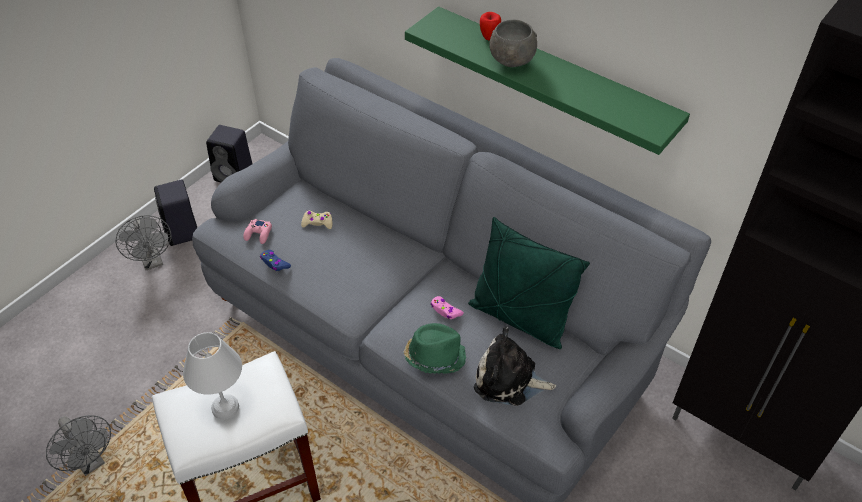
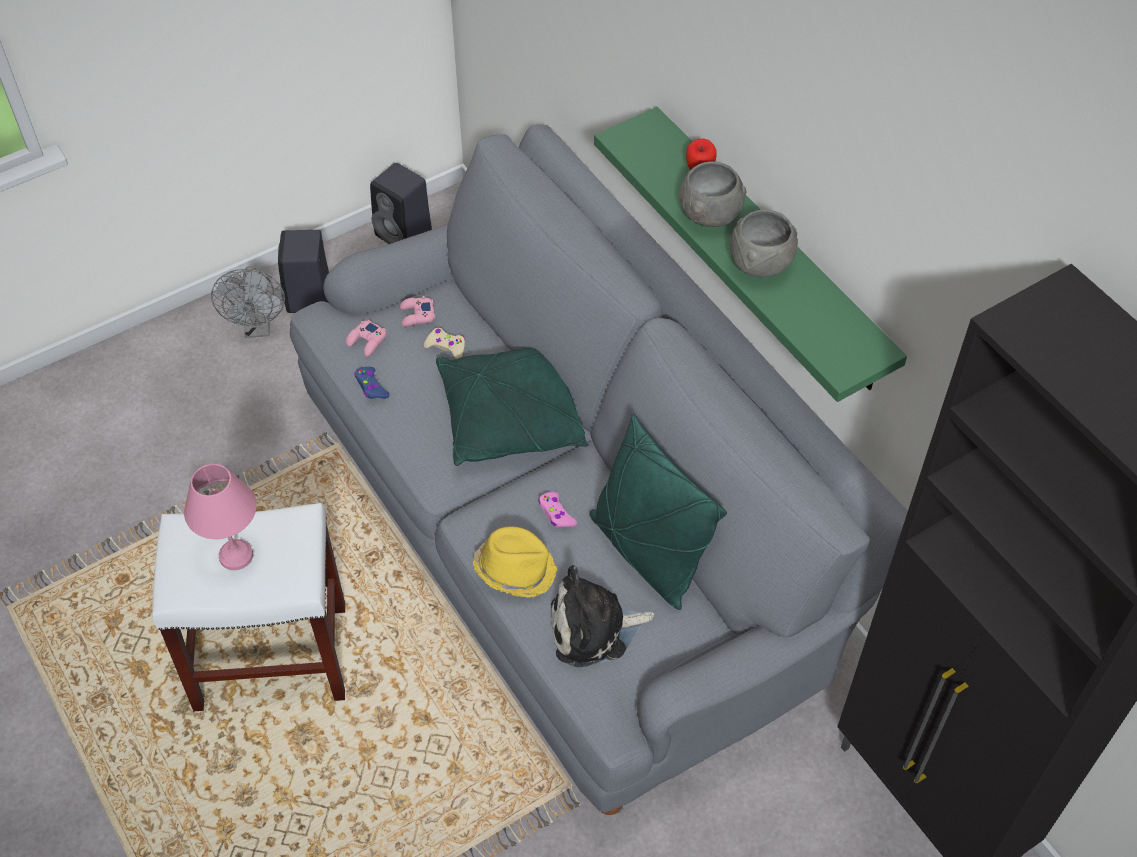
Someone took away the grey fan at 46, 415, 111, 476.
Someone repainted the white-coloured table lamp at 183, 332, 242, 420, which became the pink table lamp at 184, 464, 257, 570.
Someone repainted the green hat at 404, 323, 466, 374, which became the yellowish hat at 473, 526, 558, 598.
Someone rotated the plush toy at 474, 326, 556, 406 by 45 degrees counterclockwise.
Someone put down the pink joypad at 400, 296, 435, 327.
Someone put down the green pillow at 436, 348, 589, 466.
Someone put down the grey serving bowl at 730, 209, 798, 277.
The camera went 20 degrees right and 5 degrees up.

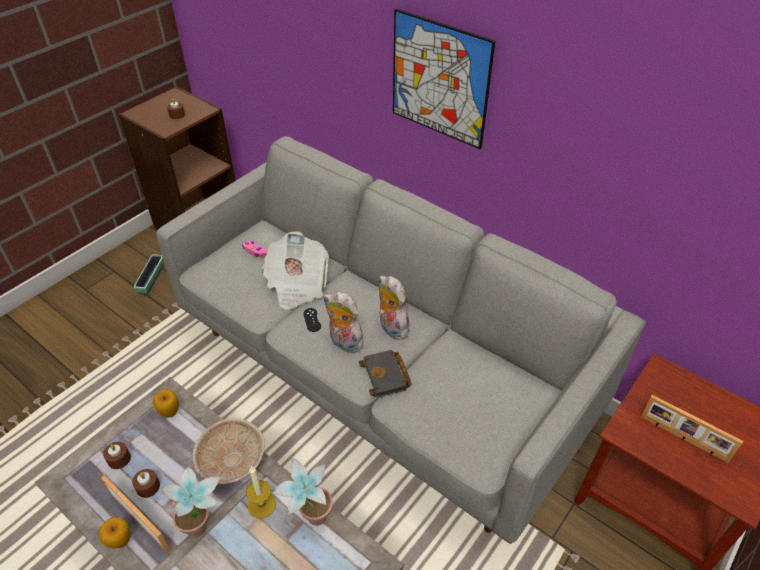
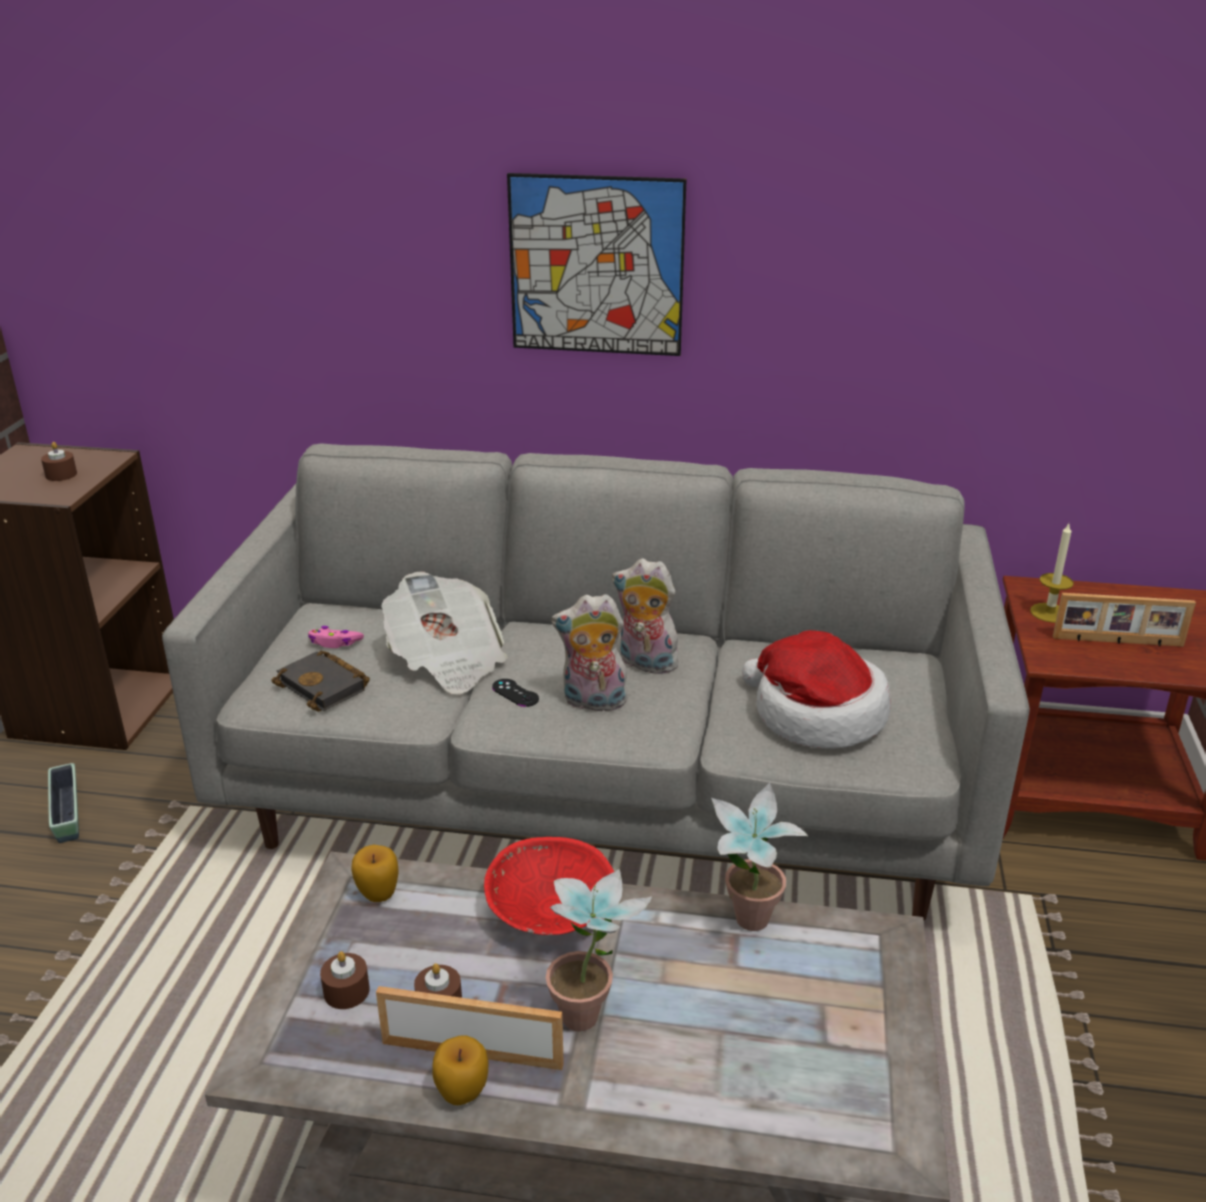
Someone repainted the beige-coloured serving bowl at 192, 418, 265, 484, which became the red serving bowl at 484, 837, 614, 935.
Someone carried the wax light from 246, 466, 276, 518 to 1030, 524, 1073, 623.
Someone carried the blackish bound book from 359, 350, 412, 398 to 272, 651, 370, 712.
Someone put down the hat at 742, 630, 891, 749.
The camera went 30 degrees left and 15 degrees down.

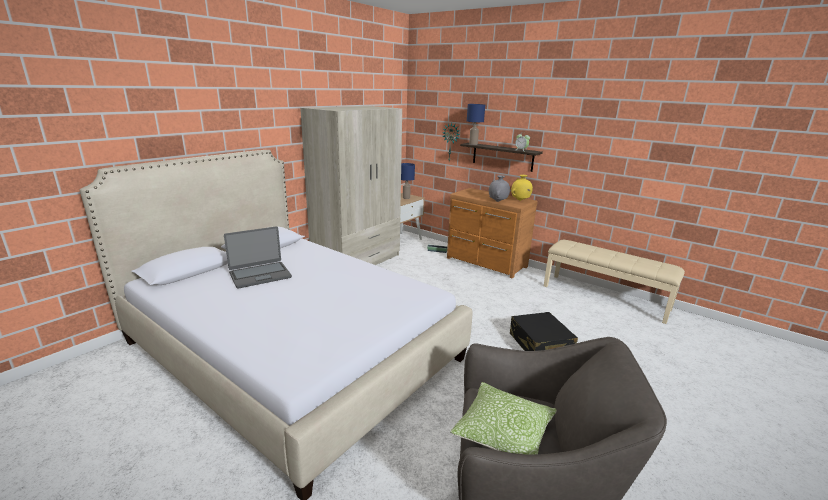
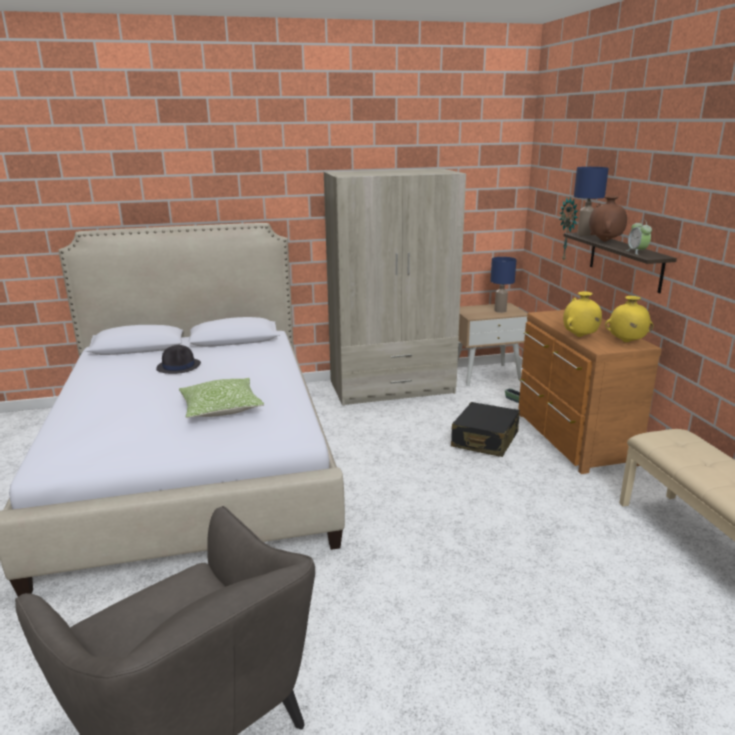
Someone swapped the laptop at 224, 226, 292, 289 for the blackish hat at 156, 345, 201, 374.
Someone carried the pillow from 450, 382, 557, 454 to 179, 378, 264, 418.
Someone repainted the grey flower vase at 489, 175, 510, 202, which became the yellowish flower vase at 563, 292, 602, 337.
Someone carried the blackish piece of luggage from 510, 312, 578, 351 to 451, 402, 520, 457.
Someone put down the brown flower vase at 589, 196, 627, 242.
The camera went 40 degrees right and 0 degrees up.

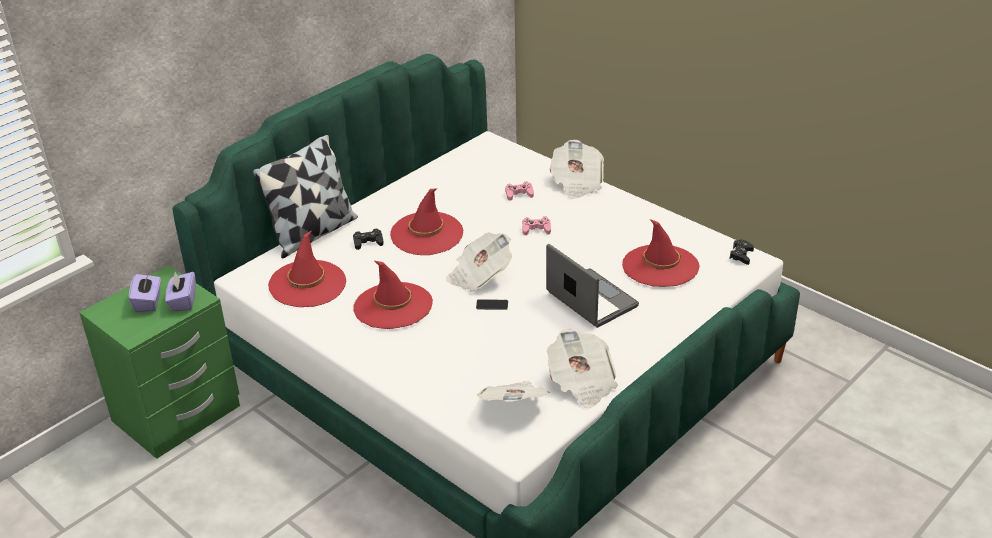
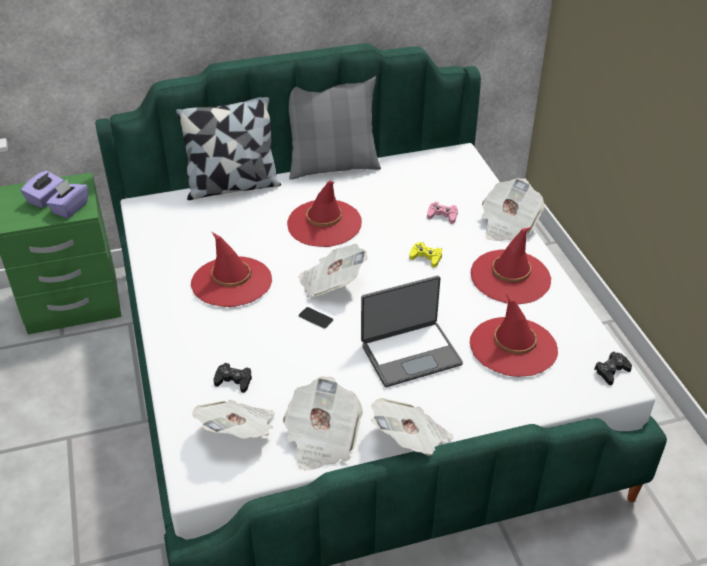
Someone carried the red hat from 268, 230, 346, 307 to 471, 227, 551, 304.
Someone carried the blackish joypad from 353, 229, 384, 250 to 214, 363, 252, 393.
Someone repainted the pink joypad at 522, 217, 551, 235, which became the yellowish joypad at 409, 242, 442, 268.
Someone rotated the laptop at 546, 244, 639, 328 by 75 degrees clockwise.
Someone put down the grey pillow at 289, 76, 381, 180.
Someone put down the daily paper at 371, 398, 453, 455.
The camera went 30 degrees right and 5 degrees up.

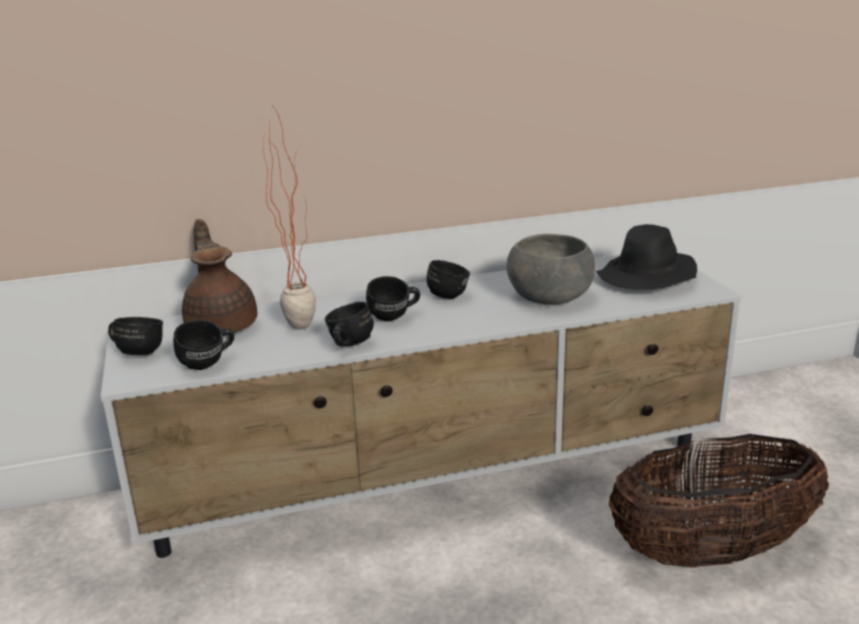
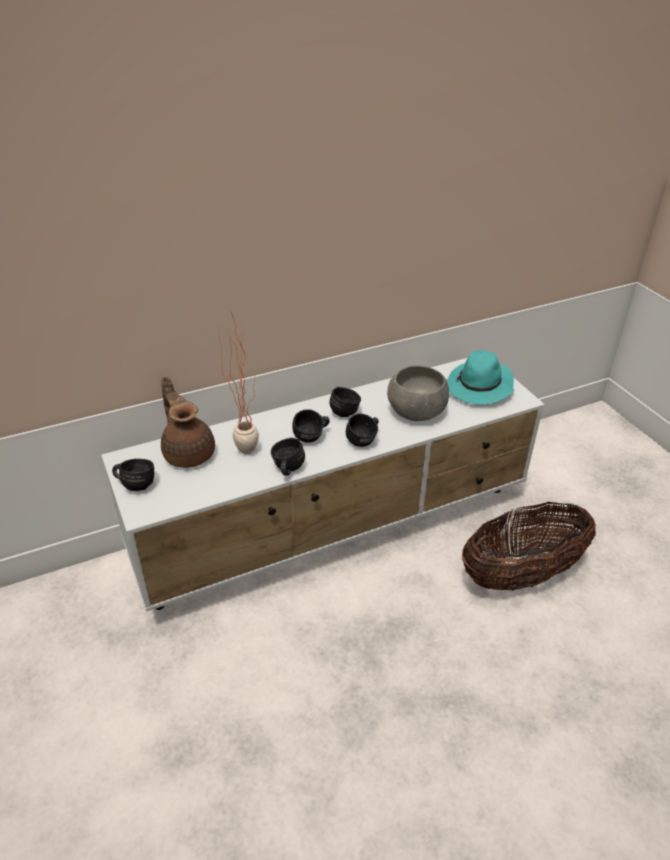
Someone carried the blackish coffee mug from 173, 320, 234, 370 to 346, 413, 379, 447.
Someone repainted the blackish hat at 596, 224, 697, 290, which became the blue-green hat at 447, 350, 514, 405.
The camera went 10 degrees left and 15 degrees up.

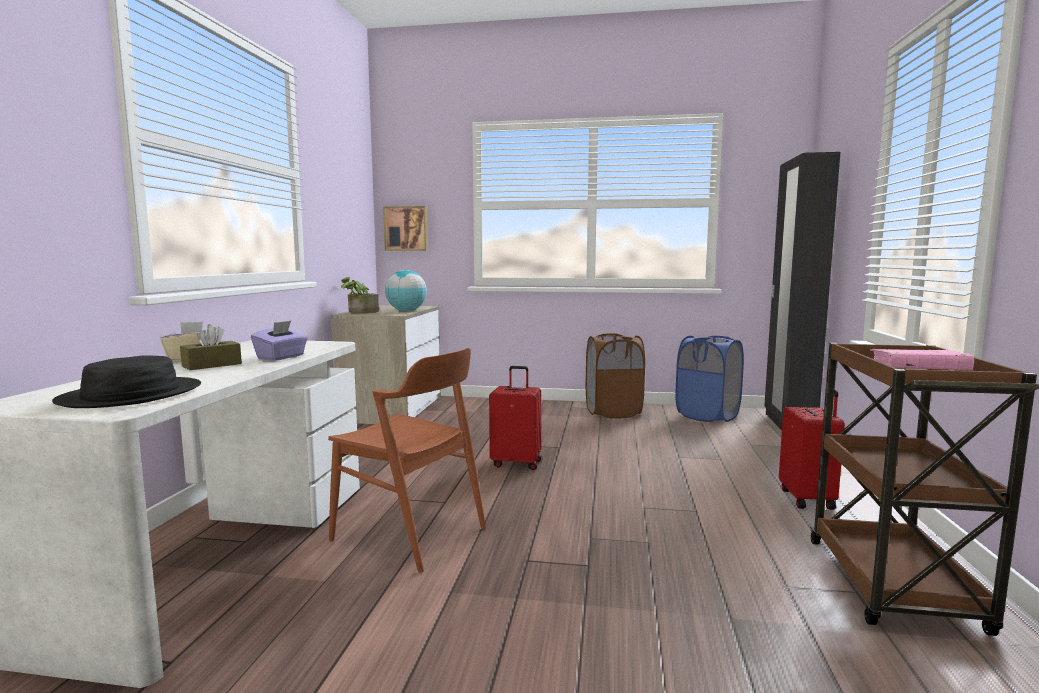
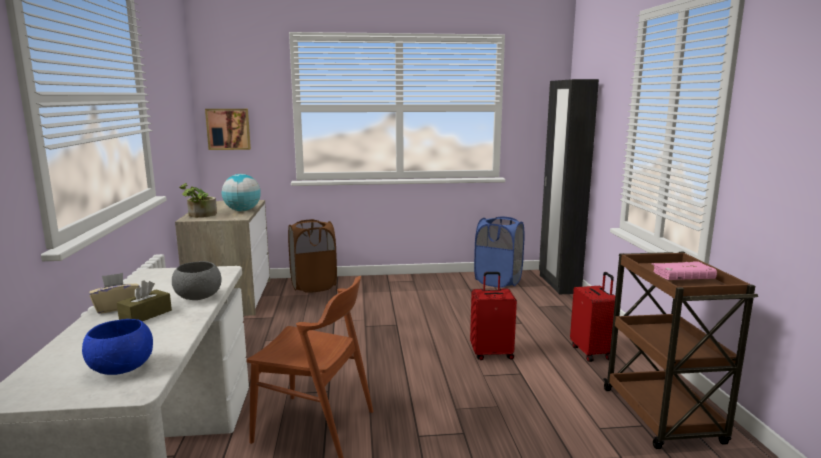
Someone swapped the blackish hat at 52, 355, 201, 408 for the blue-coloured serving bowl at 82, 319, 153, 375.
Someone swapped the purplish tissue box at 251, 321, 308, 361 for the grey serving bowl at 172, 261, 221, 300.
Someone carried the red piece of luggage from 489, 366, 541, 470 to 470, 272, 517, 360.
Someone carried the brown laundry basket from 586, 333, 645, 419 to 288, 219, 337, 293.
The camera went 15 degrees left and 5 degrees up.

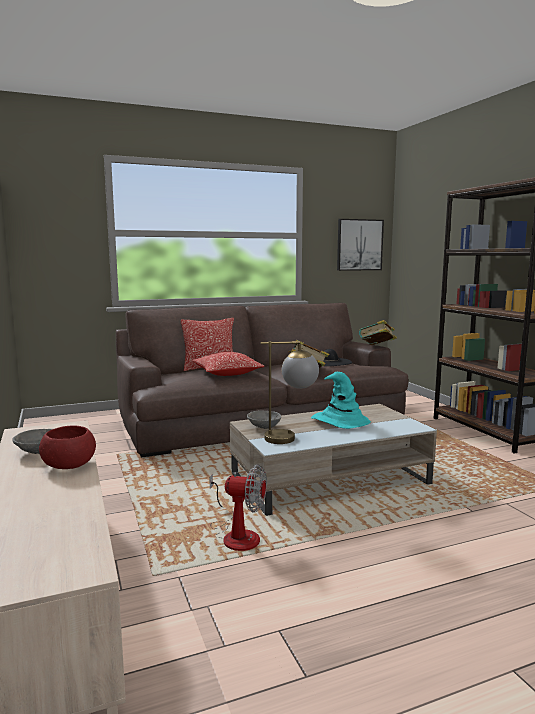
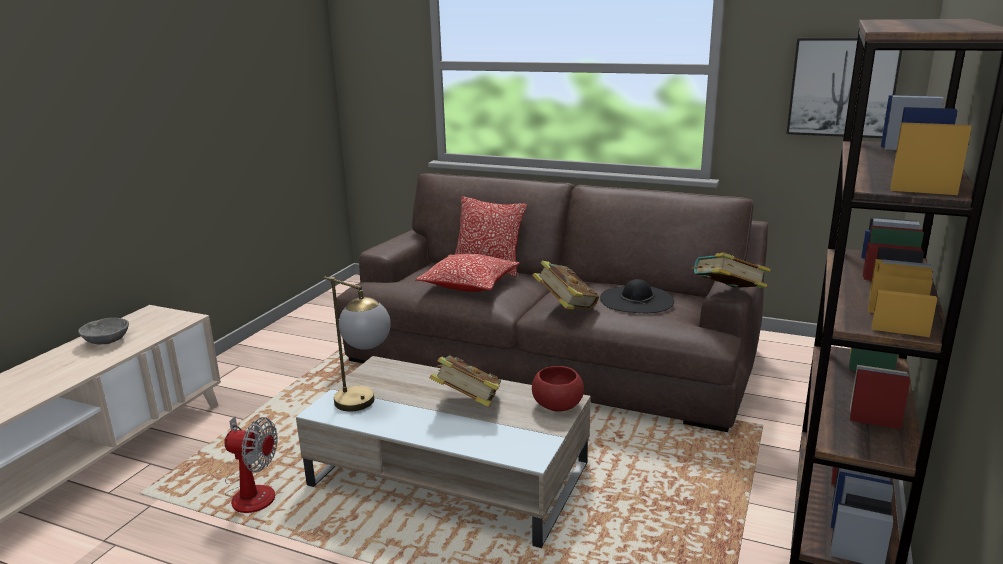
Someone carried the red serving bowl from 39, 425, 96, 469 to 532, 366, 584, 412.
Someone rotated the fan at 210, 464, 267, 551 by 45 degrees counterclockwise.
Someone took away the grey serving bowl at 247, 410, 281, 429.
Someone swapped the blue-green hat at 311, 372, 371, 429 for the bound book at 430, 355, 501, 407.
The camera went 45 degrees right and 10 degrees up.

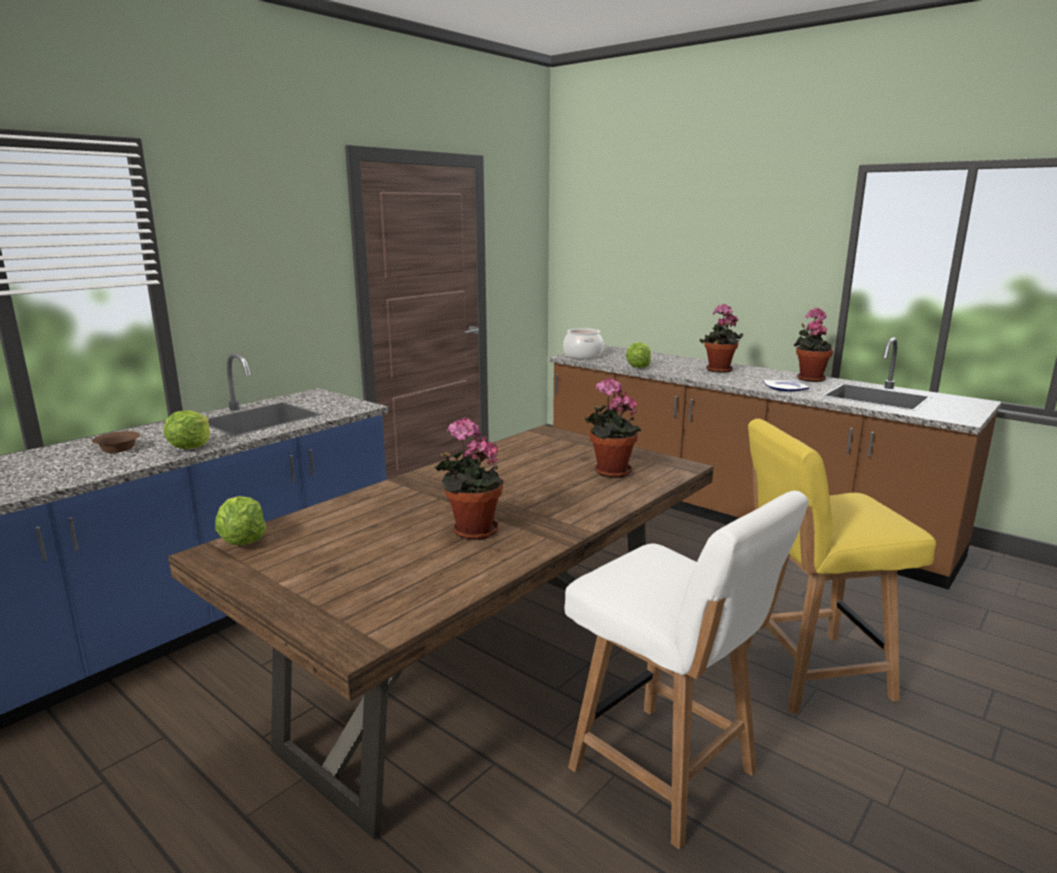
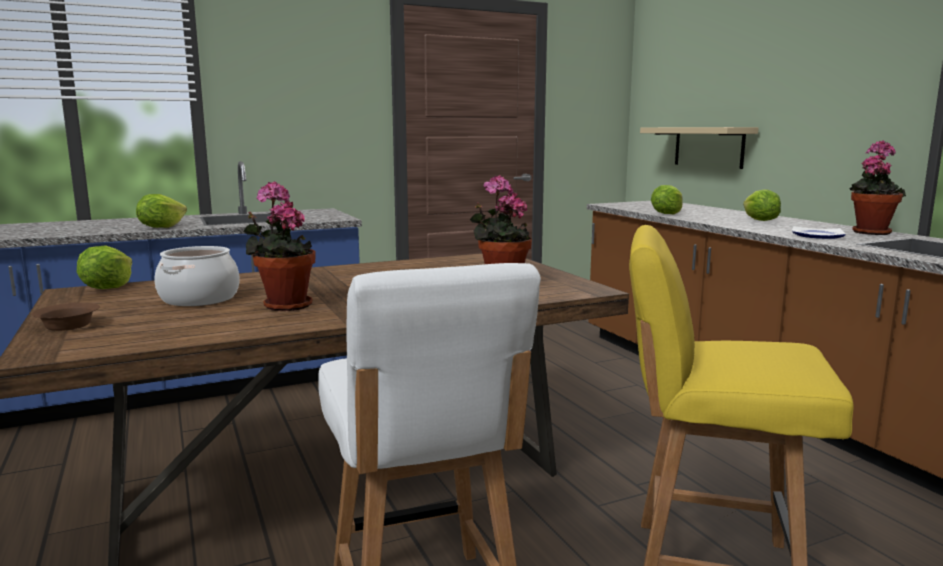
Someone carried the brown serving bowl from 92, 431, 140, 453 to 32, 303, 100, 331.
Someone carried the saucepot from 563, 328, 604, 359 to 155, 246, 240, 306.
Someone swapped the plant in a pot at 700, 304, 743, 373 for the head of lettuce at 743, 190, 781, 221.
Someone put up the beige-coloured shelf at 640, 127, 759, 169.
The camera went 25 degrees right and 5 degrees down.

